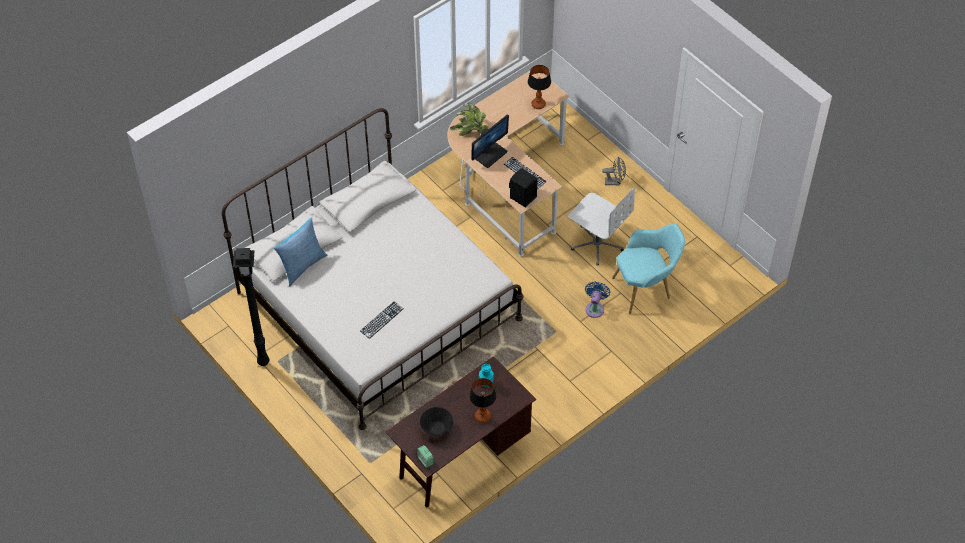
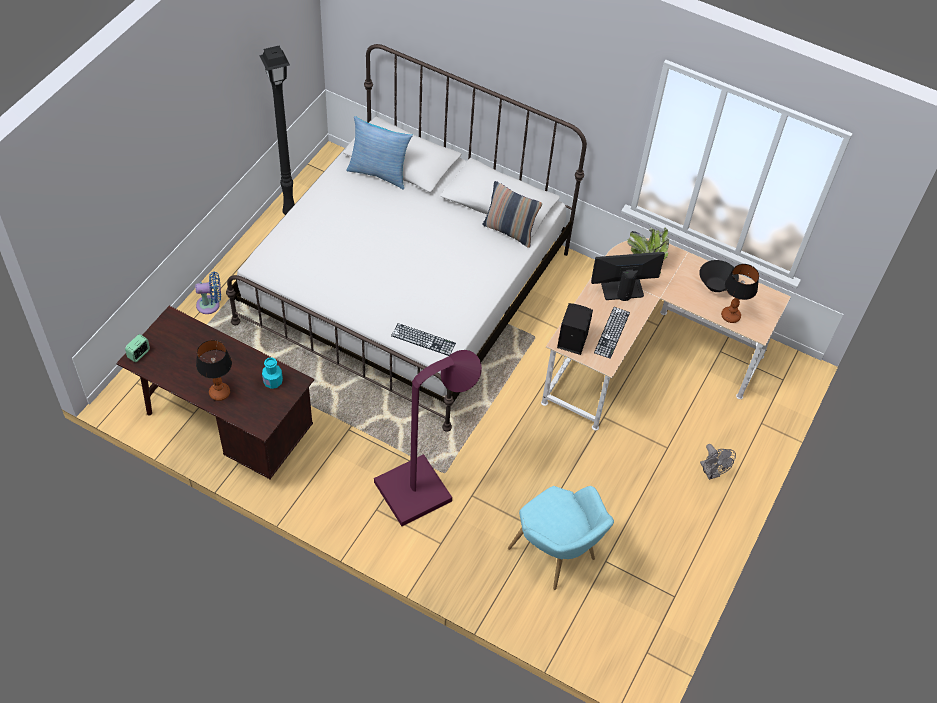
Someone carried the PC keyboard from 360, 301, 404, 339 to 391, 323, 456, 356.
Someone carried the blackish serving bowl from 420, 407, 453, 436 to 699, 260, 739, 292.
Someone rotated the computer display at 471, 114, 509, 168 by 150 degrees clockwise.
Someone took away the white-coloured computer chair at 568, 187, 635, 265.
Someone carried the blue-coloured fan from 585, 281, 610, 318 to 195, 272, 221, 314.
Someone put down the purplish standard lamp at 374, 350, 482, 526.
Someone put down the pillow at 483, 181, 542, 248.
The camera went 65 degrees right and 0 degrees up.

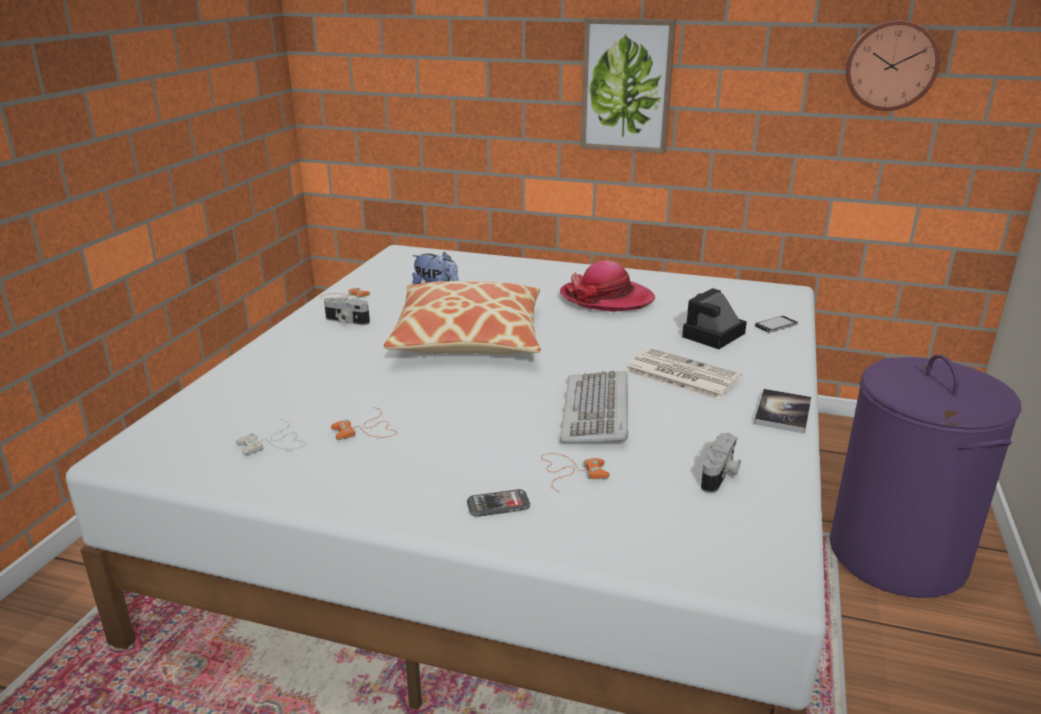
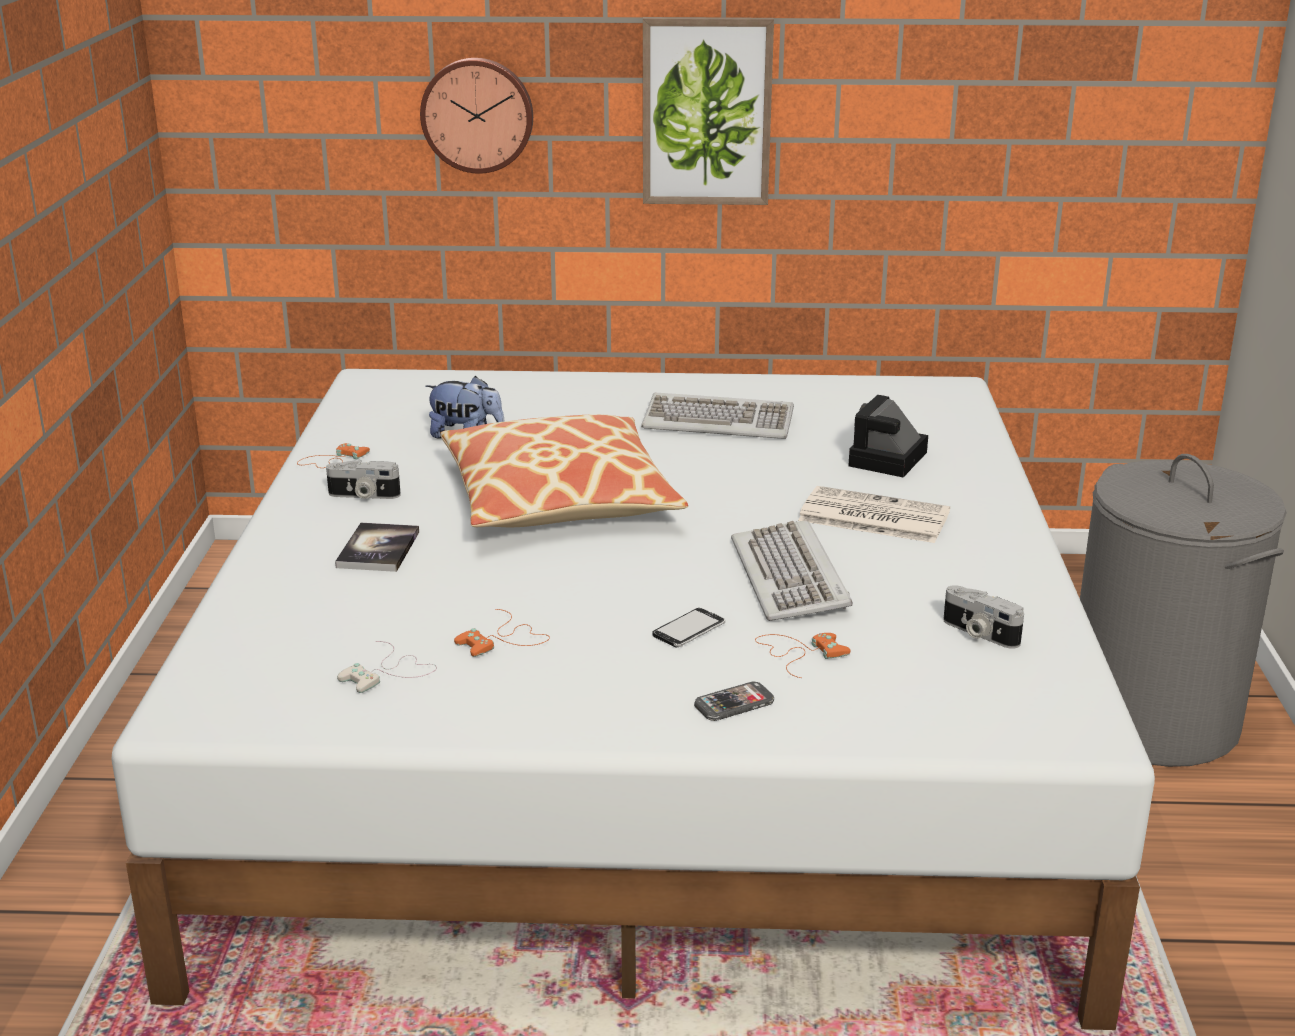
Someone swapped the hat at 560, 260, 655, 312 for the PC keyboard at 641, 393, 794, 439.
Someone rotated the photo camera at 701, 433, 741, 493 by 120 degrees clockwise.
Someone carried the bound book from 754, 389, 811, 434 to 335, 523, 419, 572.
Someone carried the telephone from 755, 316, 798, 333 to 653, 608, 726, 648.
Someone repainted the purplish laundry basket at 829, 354, 1021, 598, which became the grey laundry basket at 1080, 454, 1287, 767.
Someone carried the wall clock from 846, 20, 940, 111 to 420, 58, 533, 174.
The camera went 15 degrees left and 0 degrees up.

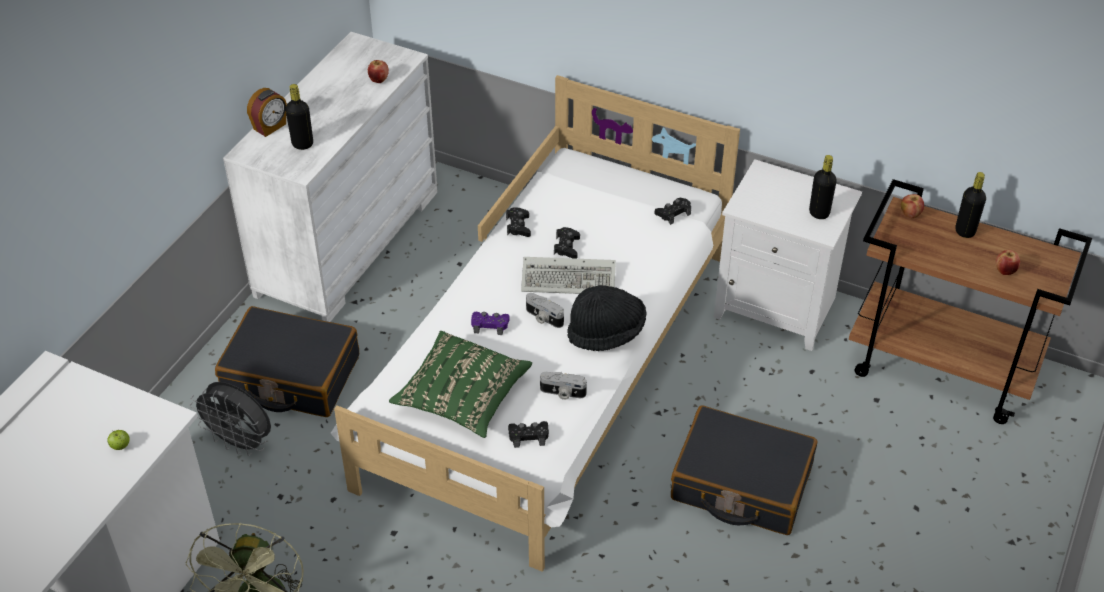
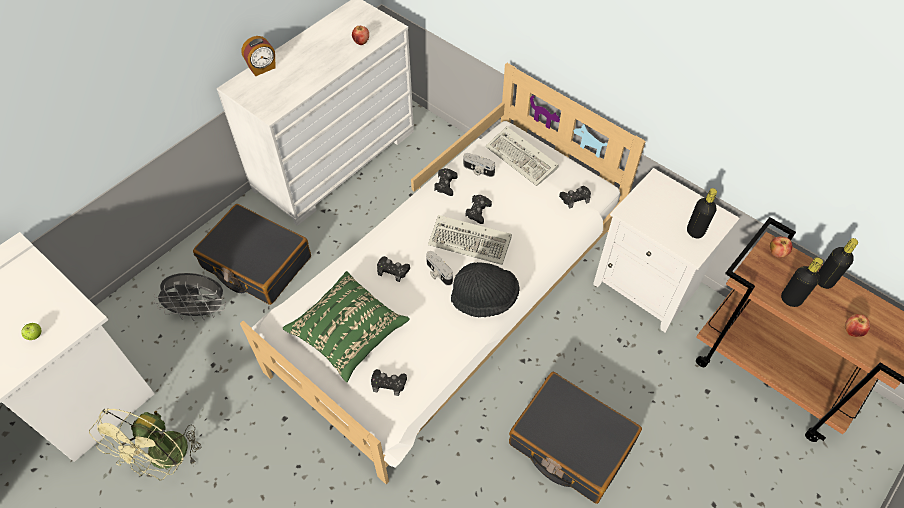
Someone rotated the grey fan at 189, 382, 271, 456 by 45 degrees counterclockwise.
Someone carried the blackish beverage bottle from 285, 84, 313, 150 to 781, 257, 823, 307.
Someone repainted the purplish joypad at 471, 312, 510, 335, which became the blackish joypad at 377, 256, 410, 282.
Someone carried the photo camera from 540, 372, 587, 400 to 463, 153, 495, 177.
Someone put down the PC keyboard at 485, 127, 559, 186.
The camera went 15 degrees right and 10 degrees up.

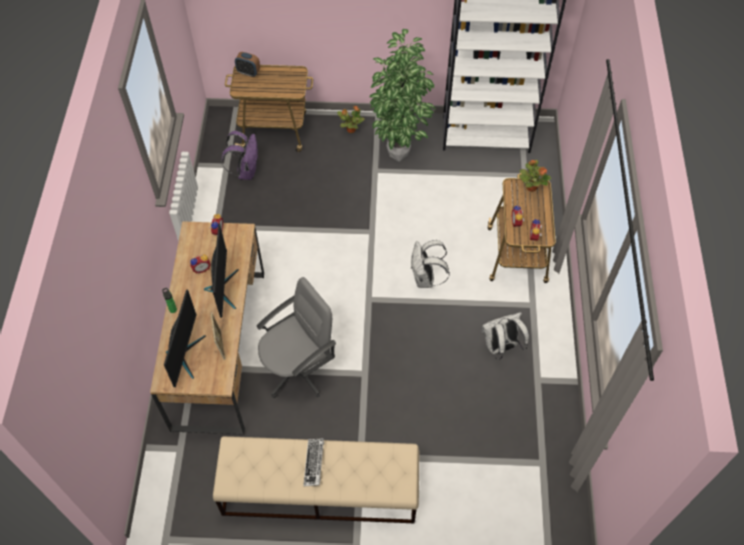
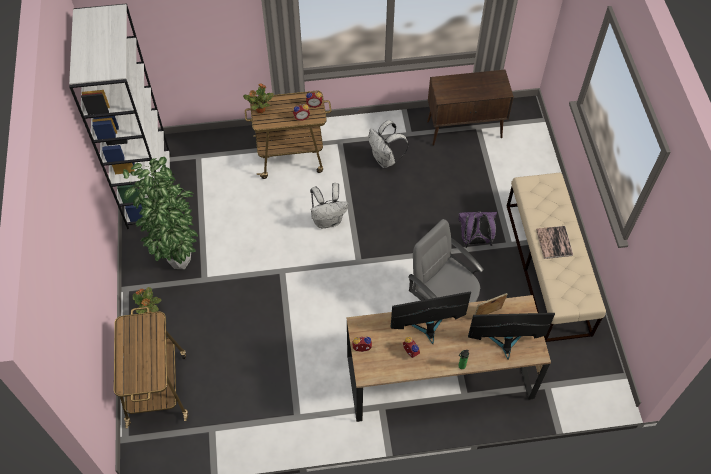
Someone carried the purplish backpack from 221, 131, 258, 180 to 458, 211, 497, 248.
Someone took away the alarm clock at 235, 52, 260, 77.
Someone swapped the PC keyboard at 303, 438, 324, 486 for the bound book at 536, 226, 573, 259.
Someone put down the brown cabinet at 427, 70, 514, 146.
The camera went 100 degrees left and 0 degrees up.

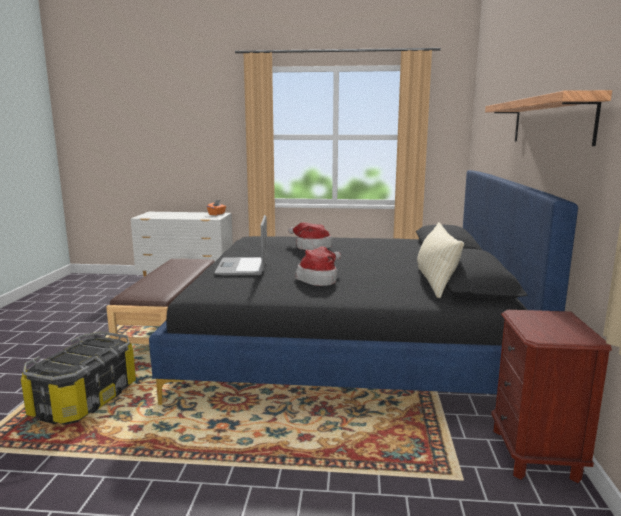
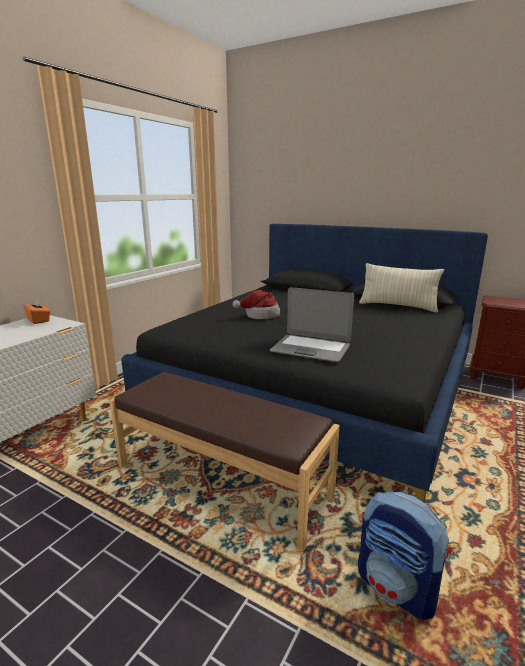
Someone swapped the storage container at 21, 332, 136, 425 for the backpack at 358, 491, 452, 620.
Someone took away the hat at 296, 246, 341, 286.
Someone took away the shelf at 485, 90, 612, 146.
The camera went 65 degrees left and 5 degrees up.

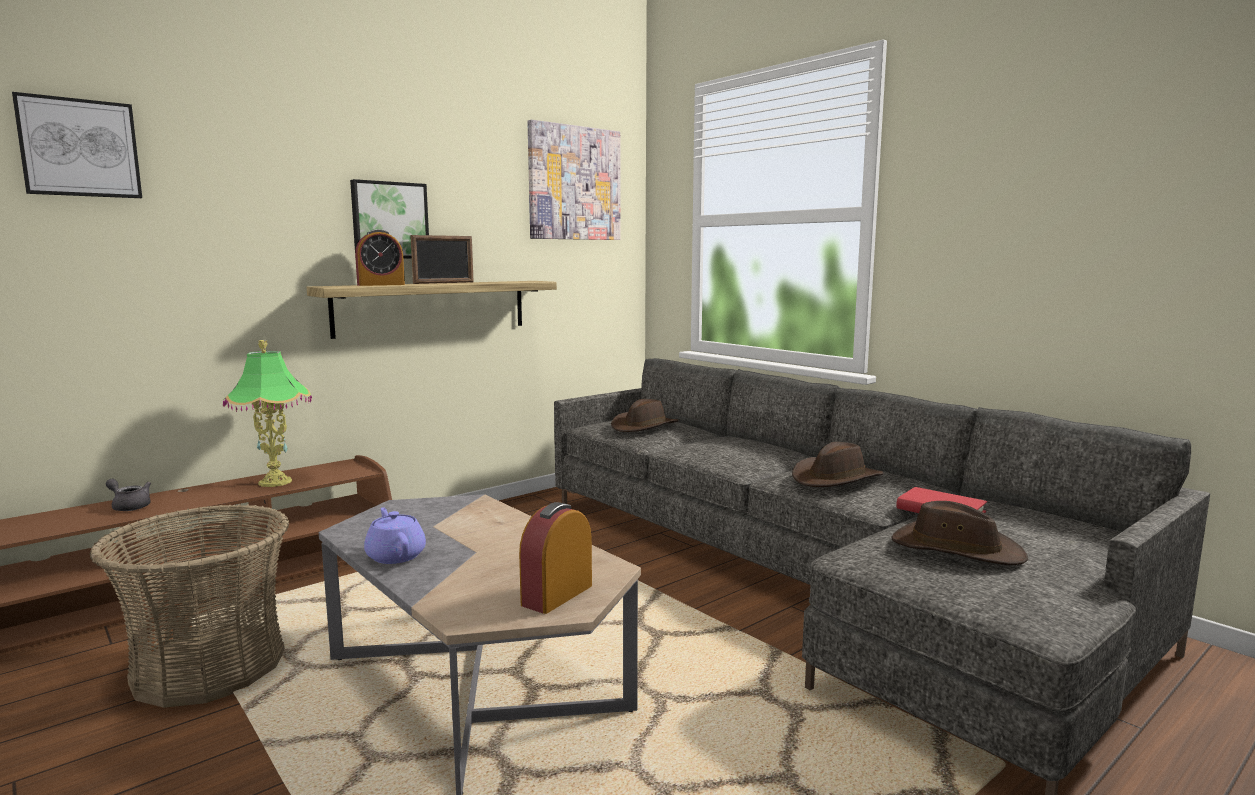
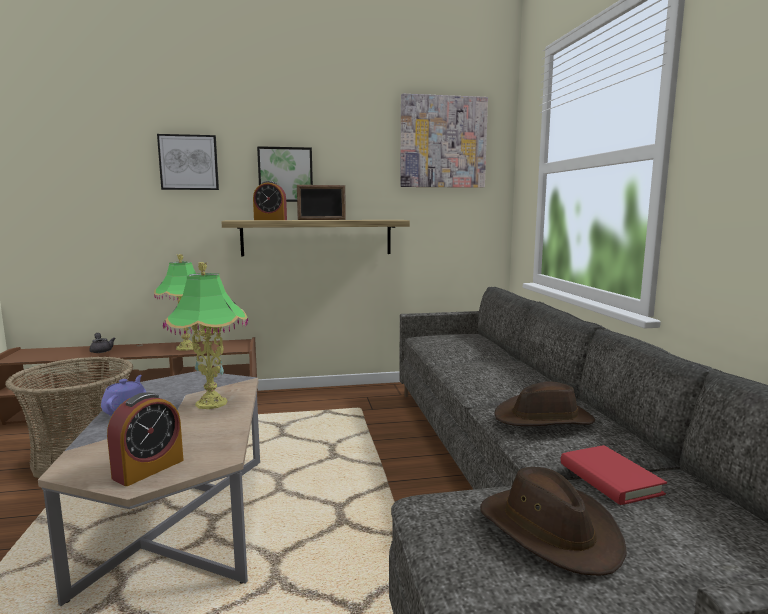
Someone carried the wall picture from 12, 92, 142, 198 to 157, 134, 219, 190.
Someone rotated the alarm clock at 519, 502, 592, 614 by 150 degrees clockwise.
Someone took away the brown hat at 611, 399, 679, 432.
Someone put down the table lamp at 163, 262, 248, 409.
The camera went 30 degrees right and 0 degrees up.

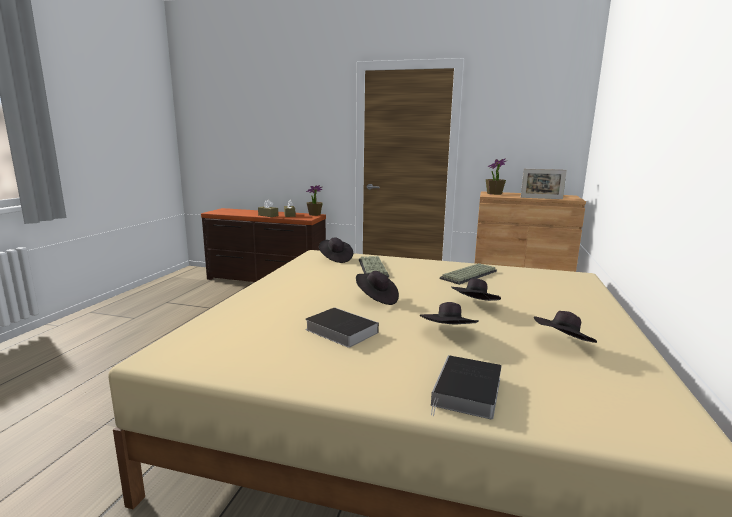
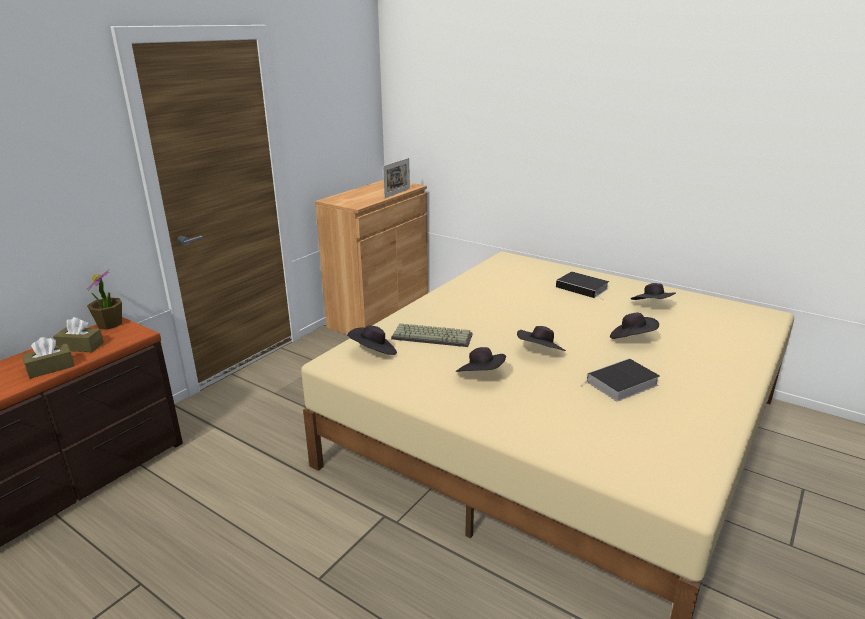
Someone carried the bound book from 431, 355, 502, 420 to 556, 272, 609, 299.
Someone took away the PC keyboard at 440, 263, 497, 285.
Someone carried the blackish hat from 452, 279, 501, 301 to 455, 347, 506, 372.
Someone took away the plant in a pot at 486, 159, 506, 195.
The camera went 70 degrees left and 10 degrees up.

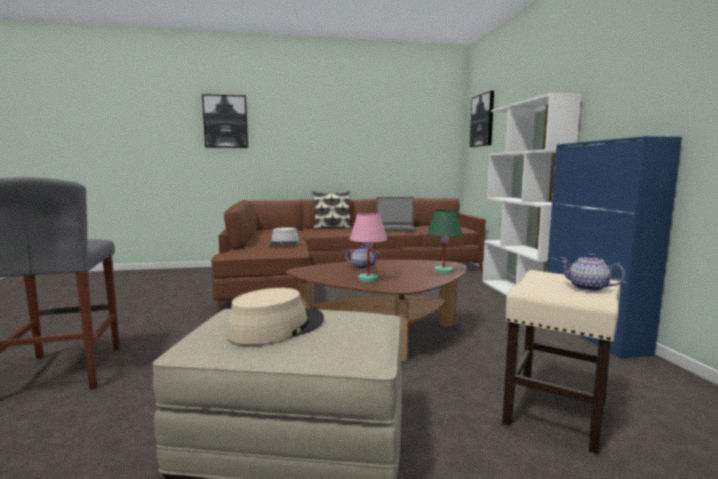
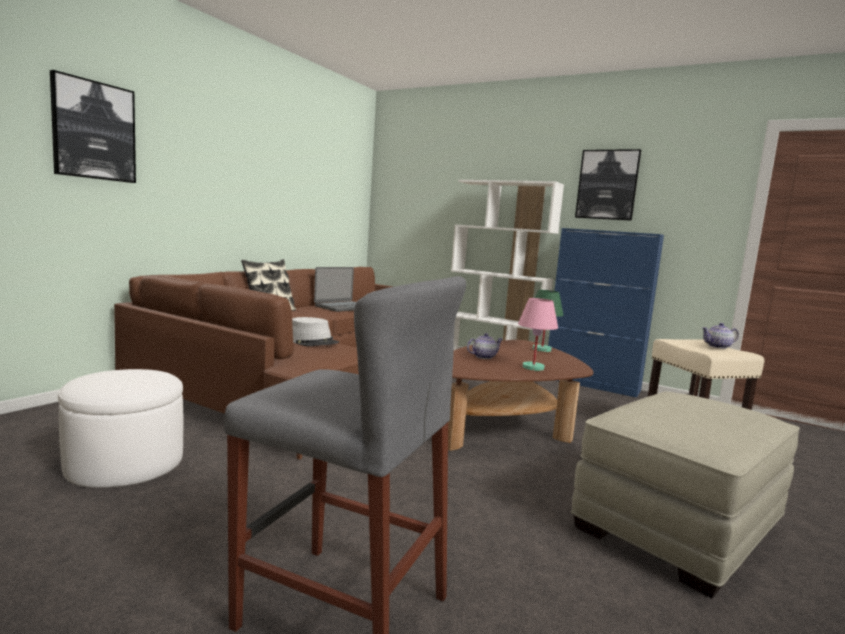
Someone took away the beige-coloured hat at 227, 288, 324, 344.
Someone carried the wall picture from 470, 91, 494, 147 to 575, 149, 641, 221.
Someone put down the white-coloured footrest at 58, 369, 183, 488.
The camera went 50 degrees left and 0 degrees up.

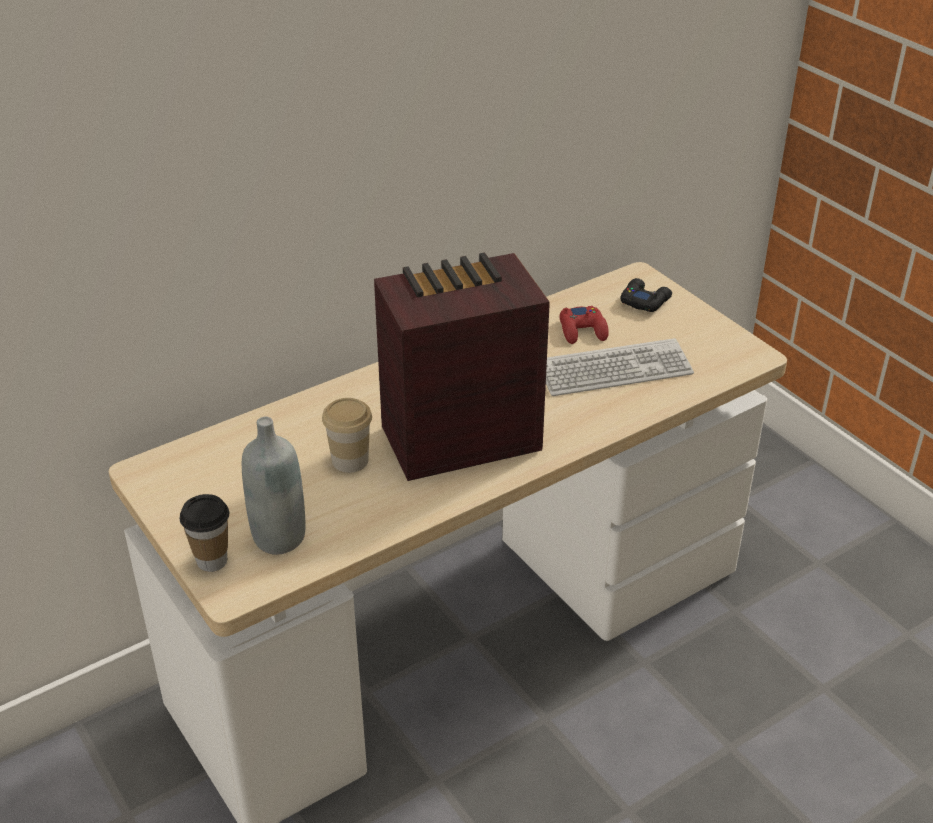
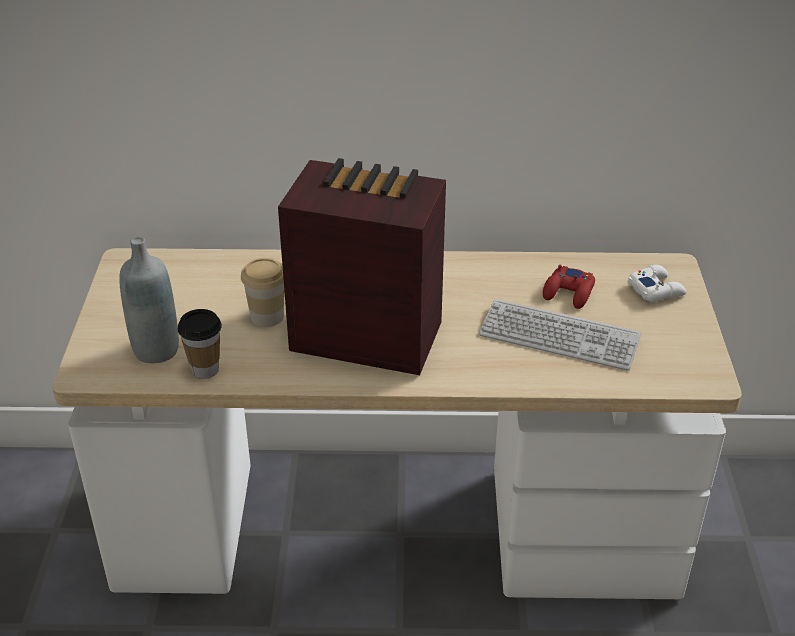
Someone carried the small cup from 180, 494, 230, 572 to 178, 309, 222, 379.
Someone repainted the blackish joypad at 620, 278, 672, 312, which became the white-coloured joypad at 628, 265, 686, 302.
The camera went 35 degrees right and 0 degrees up.

